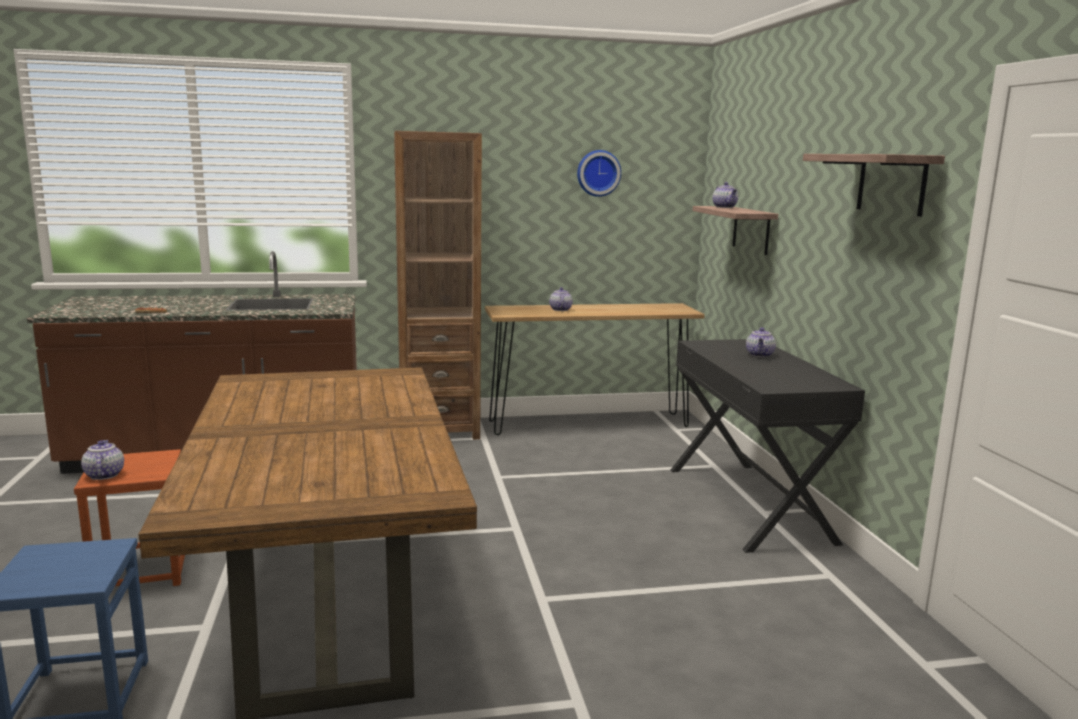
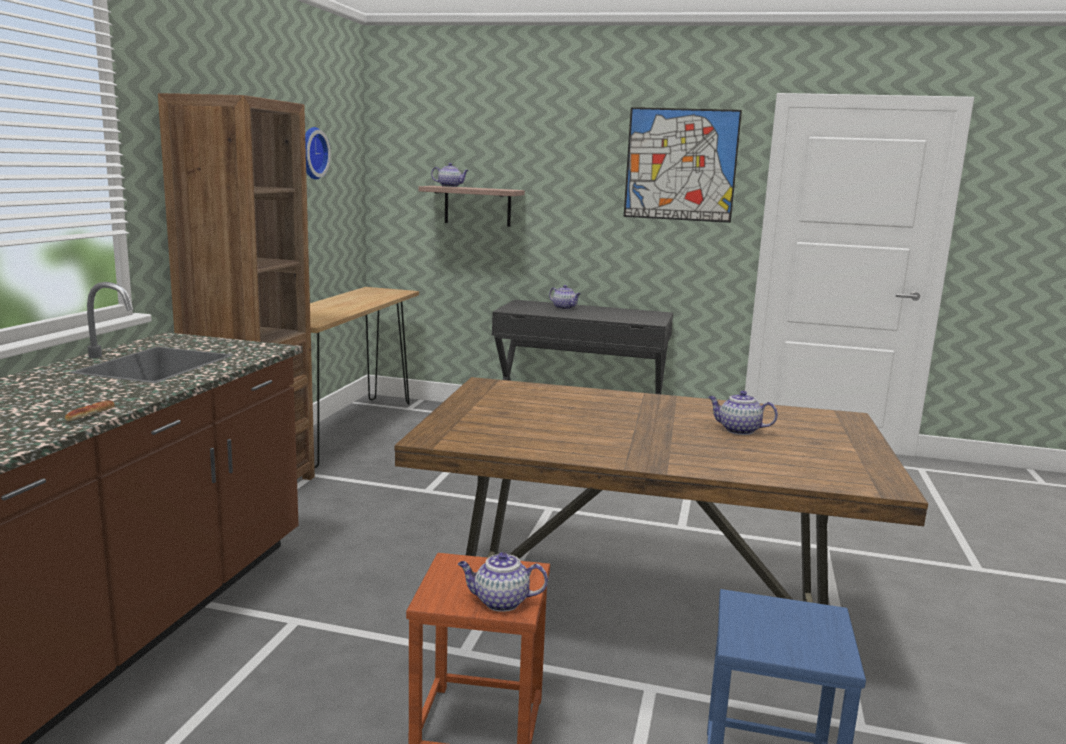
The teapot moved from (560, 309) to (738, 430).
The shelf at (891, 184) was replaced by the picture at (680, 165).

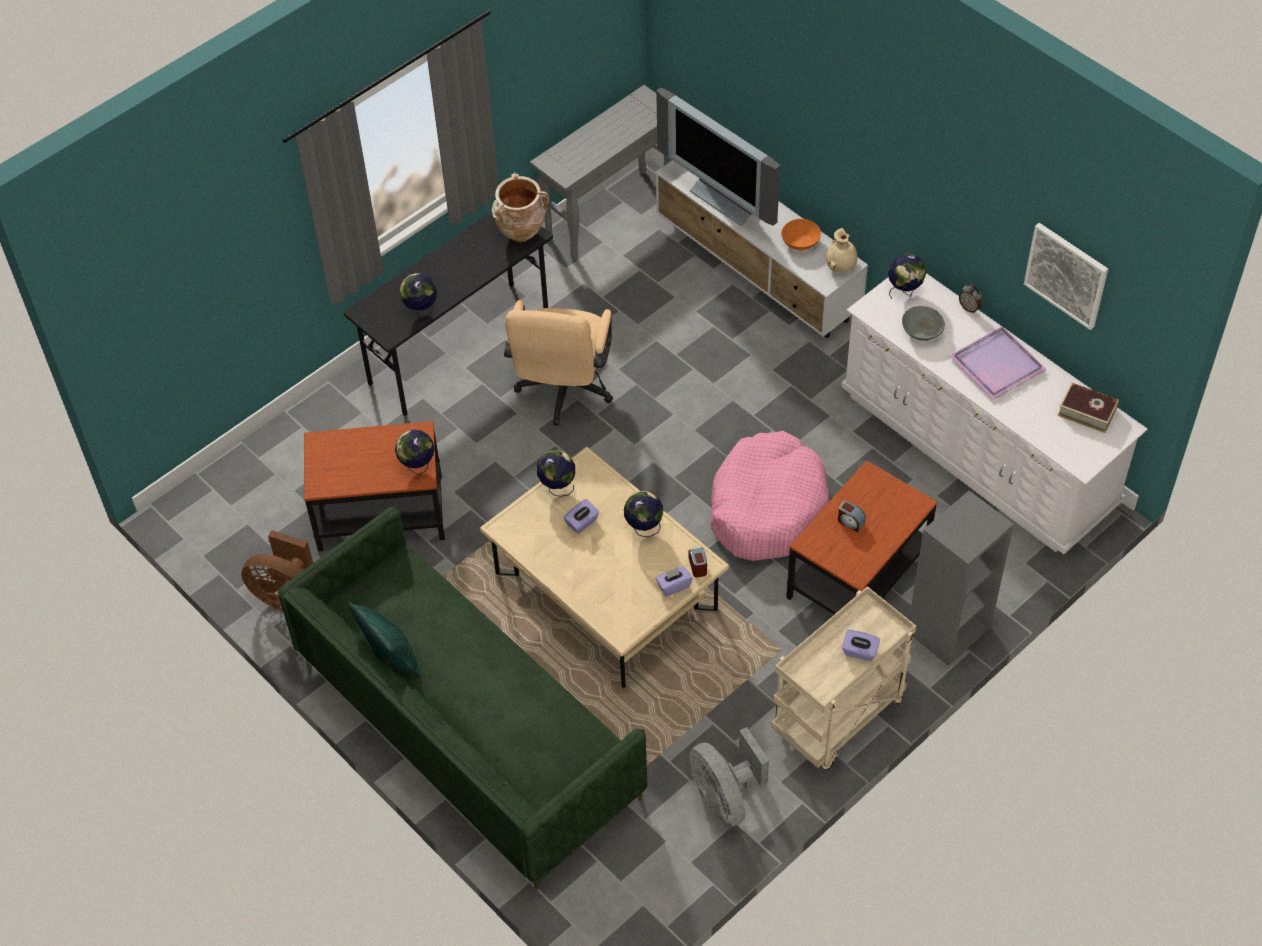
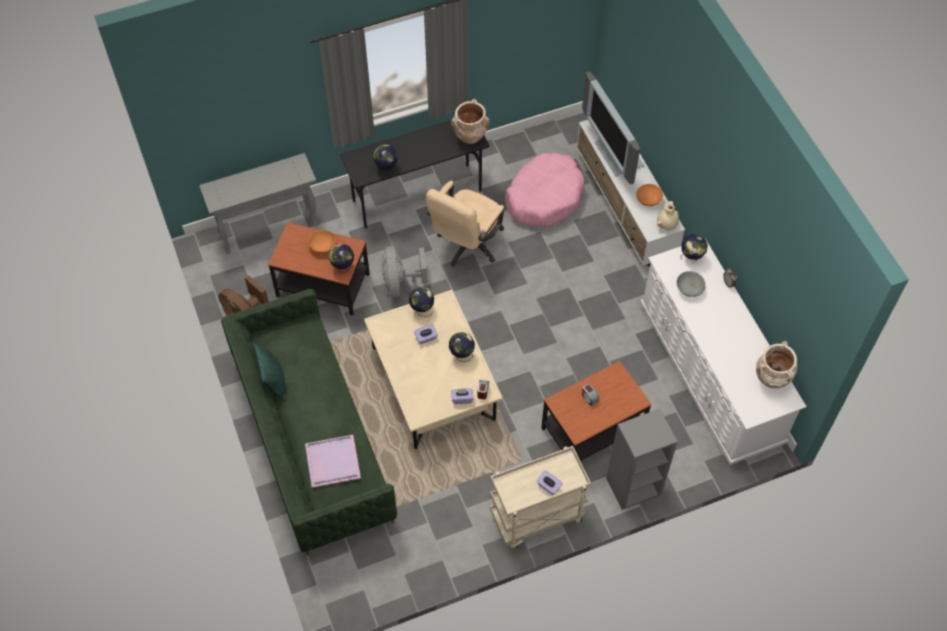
The picture at (1067, 275) disappeared.
The bowl/orange at (322, 246) appeared.
The console table/grey moved from (609, 213) to (269, 228).
The fan/grey moved from (725, 797) to (400, 283).
The dog bed/pink moved from (767, 507) to (544, 197).
The tray/purple moved from (995, 364) to (331, 461).
The book at (1087, 412) was replaced by the vase/beige at (771, 381).

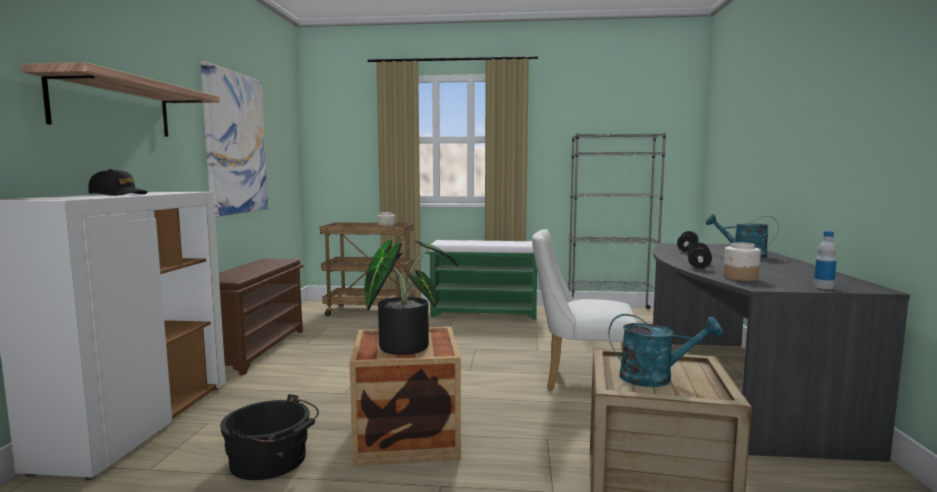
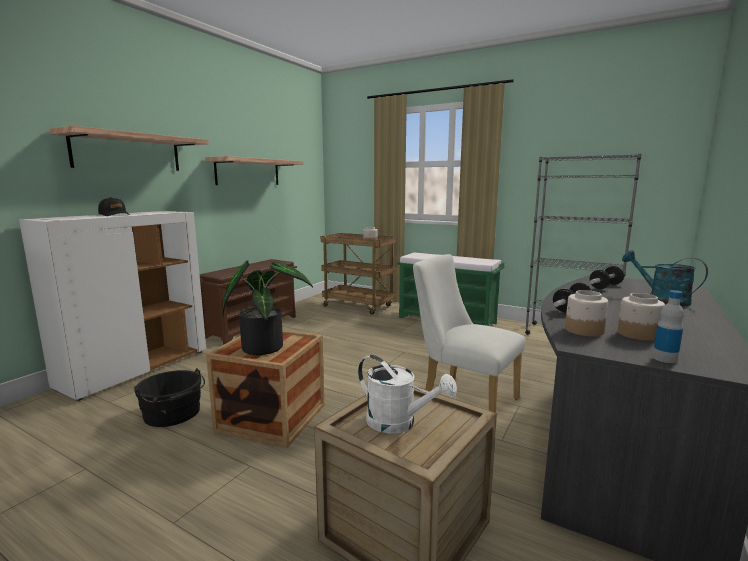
The jar at (637, 334) appeared.
The picture at (235, 143) was replaced by the shelf at (248, 172).
The watering can/turquoise at (655, 378) became the watering can/white at (399, 423).

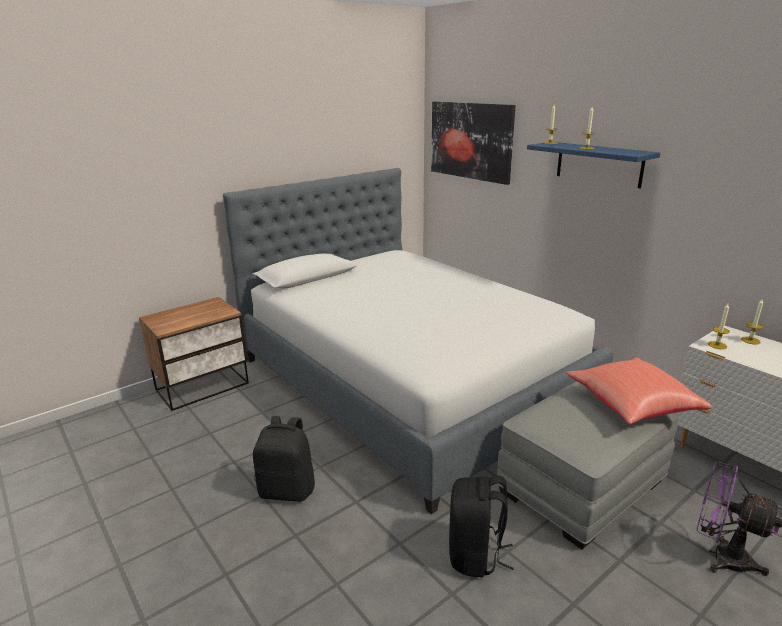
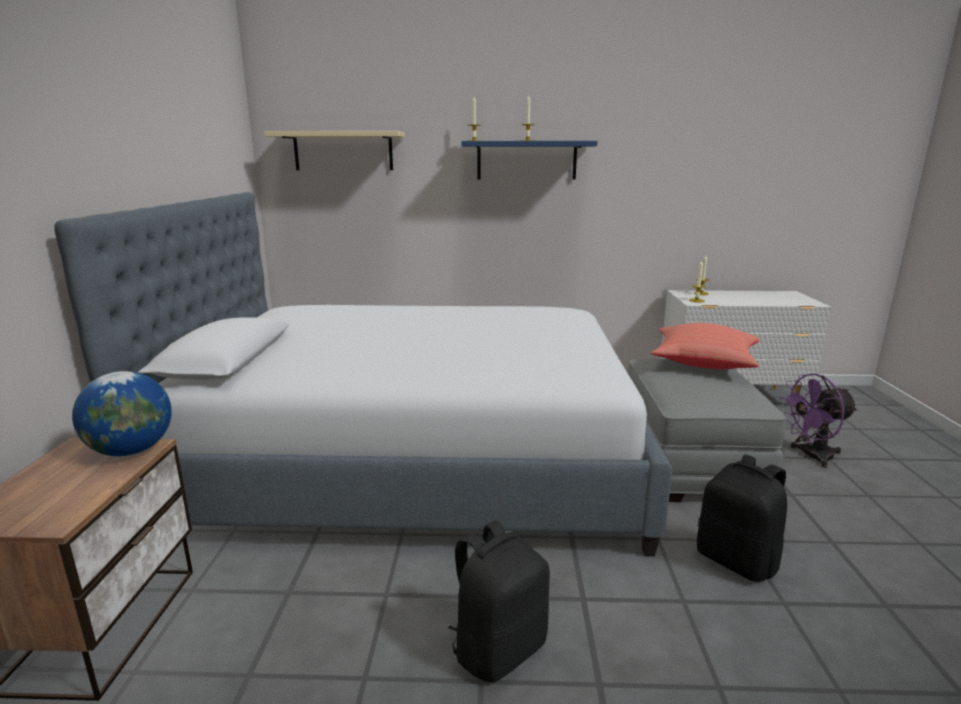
The globe at (131, 451) appeared.
The picture at (471, 141) was replaced by the shelf/beige at (343, 151).

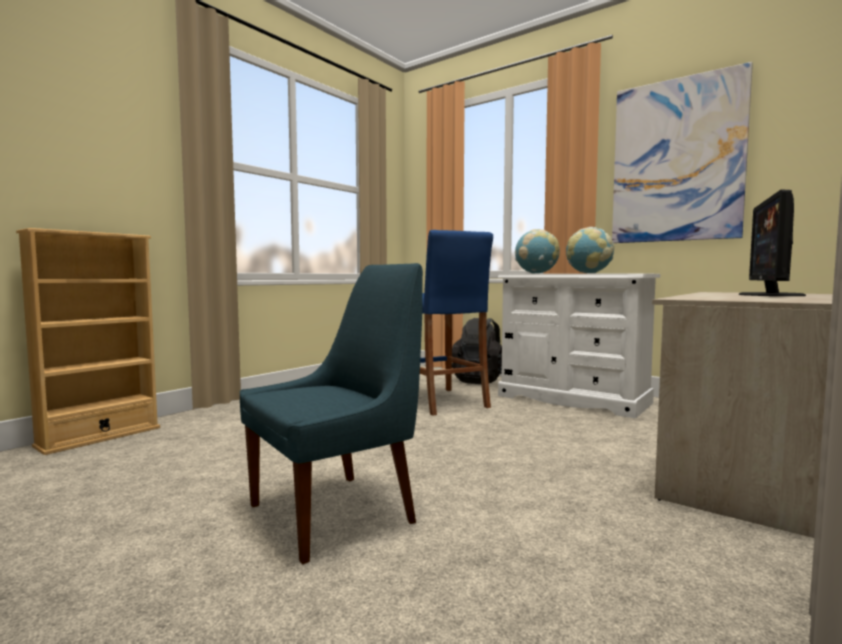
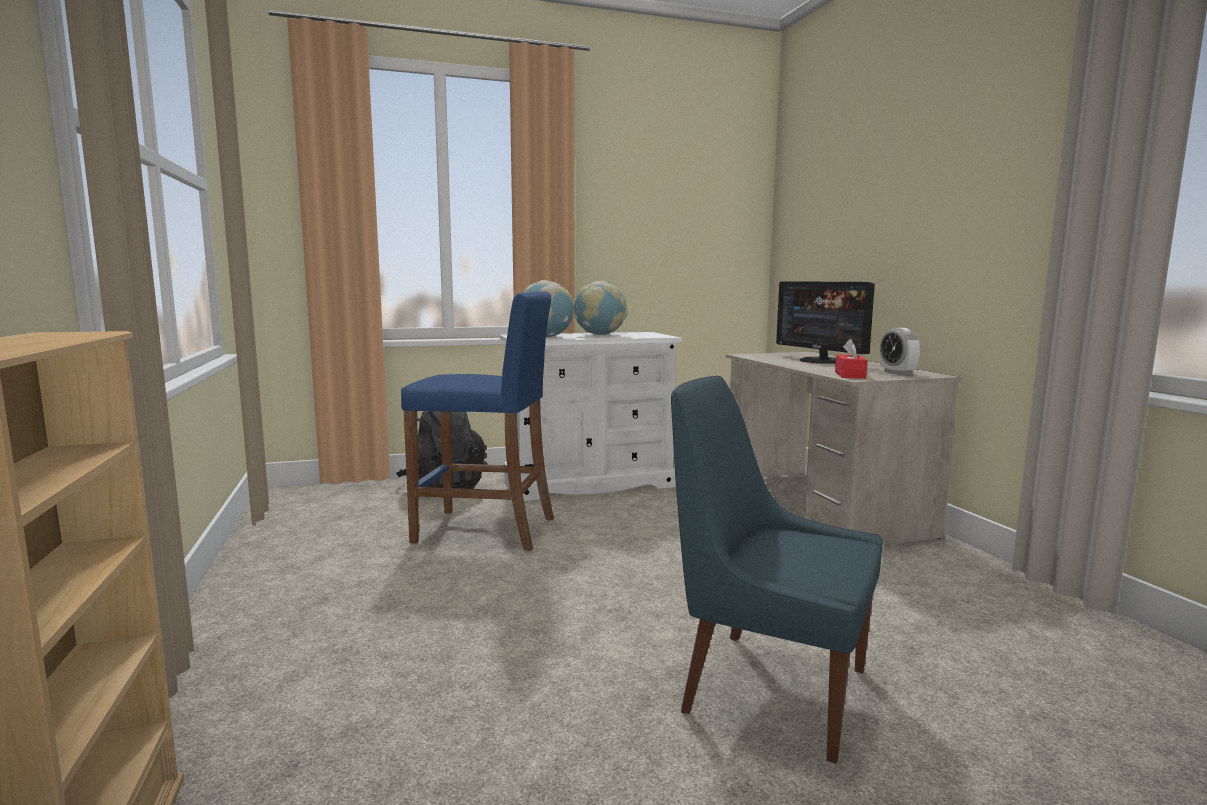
The picture at (676, 161) disappeared.
The tissue box/red at (850, 375) appeared.
The alarm clock at (897, 373) appeared.
The chair/blue at (337, 512) turned 60 degrees counterclockwise.

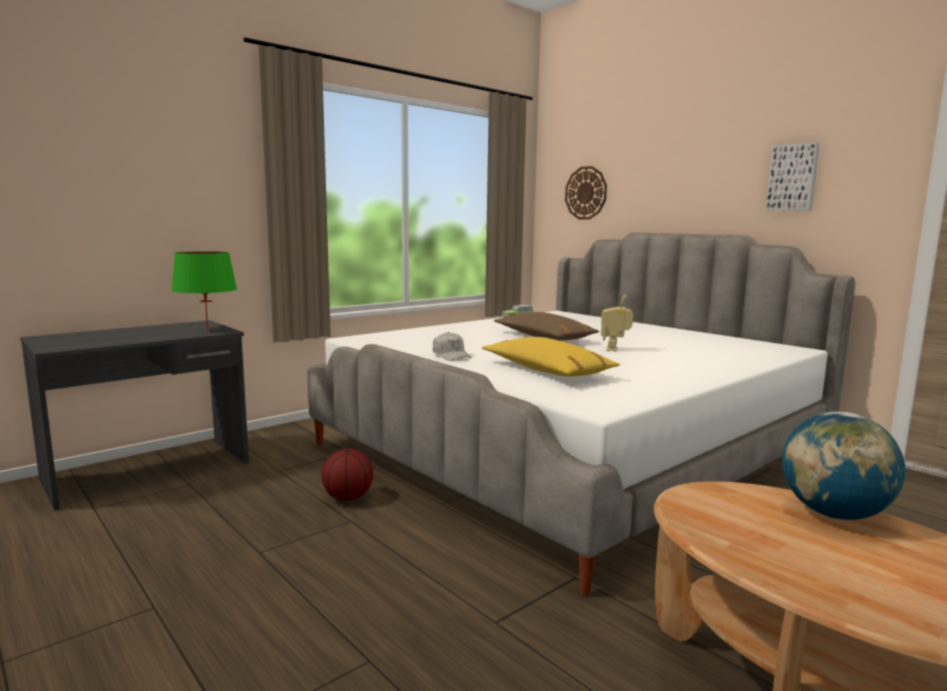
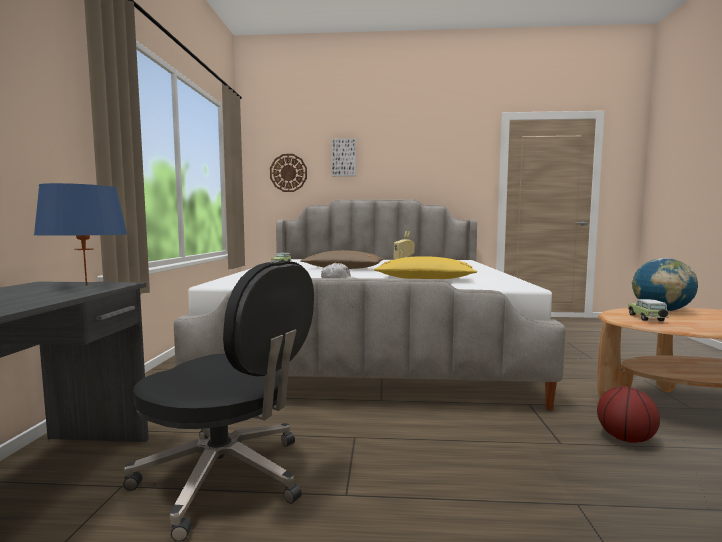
The office chair/black at (226, 477) appeared.
The toy car at (647, 318) appeared.
The basketball moved from (347, 498) to (626, 439).
The picture moved from (793, 178) to (344, 158).
The table lamp/green at (207, 329) became the table lamp/blue at (86, 285).

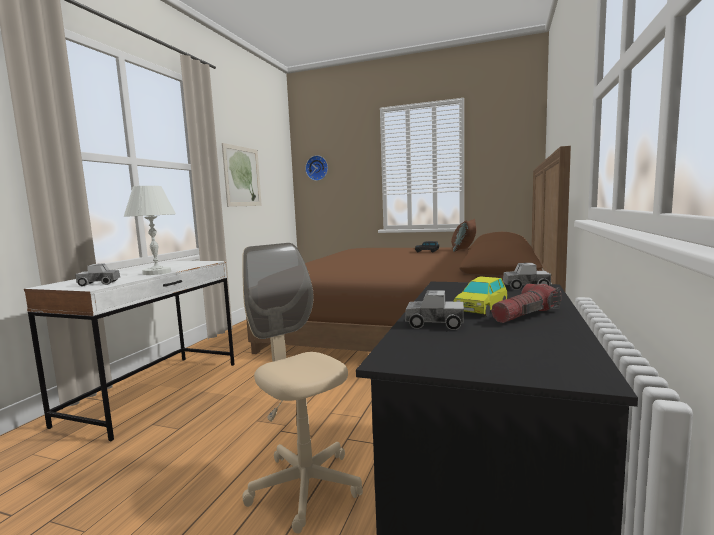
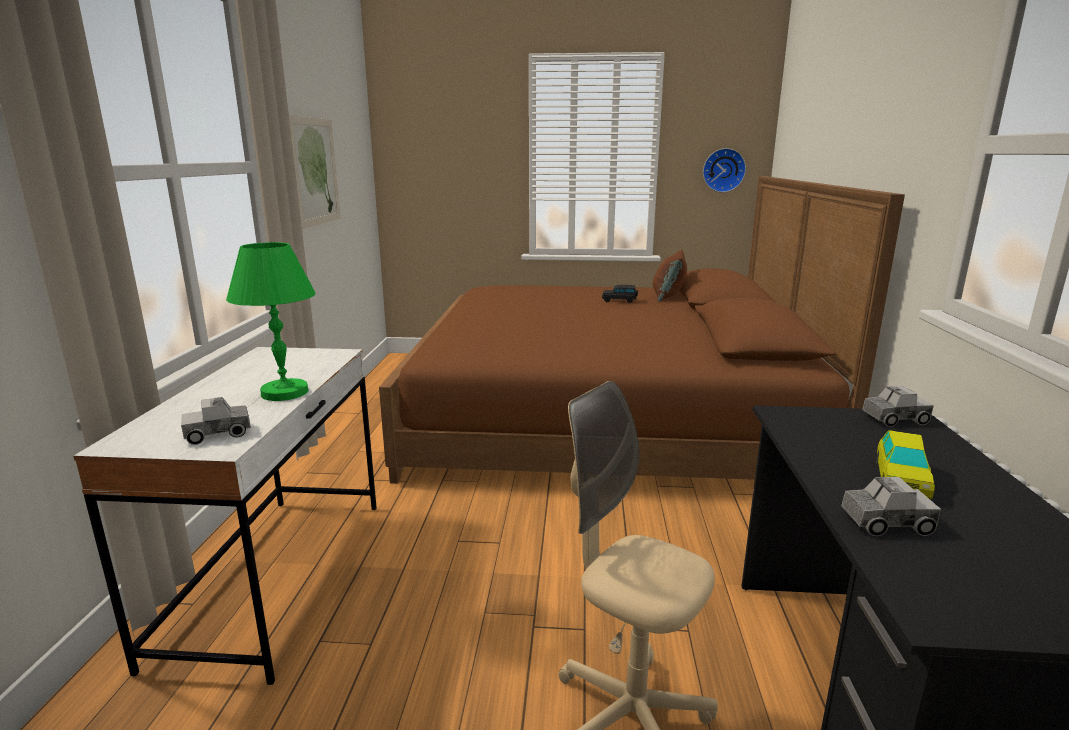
The flashlight at (525, 315) disappeared.
The wall clock moved from (317, 168) to (723, 170).
The table lamp/white at (157, 273) became the table lamp/green at (285, 392).

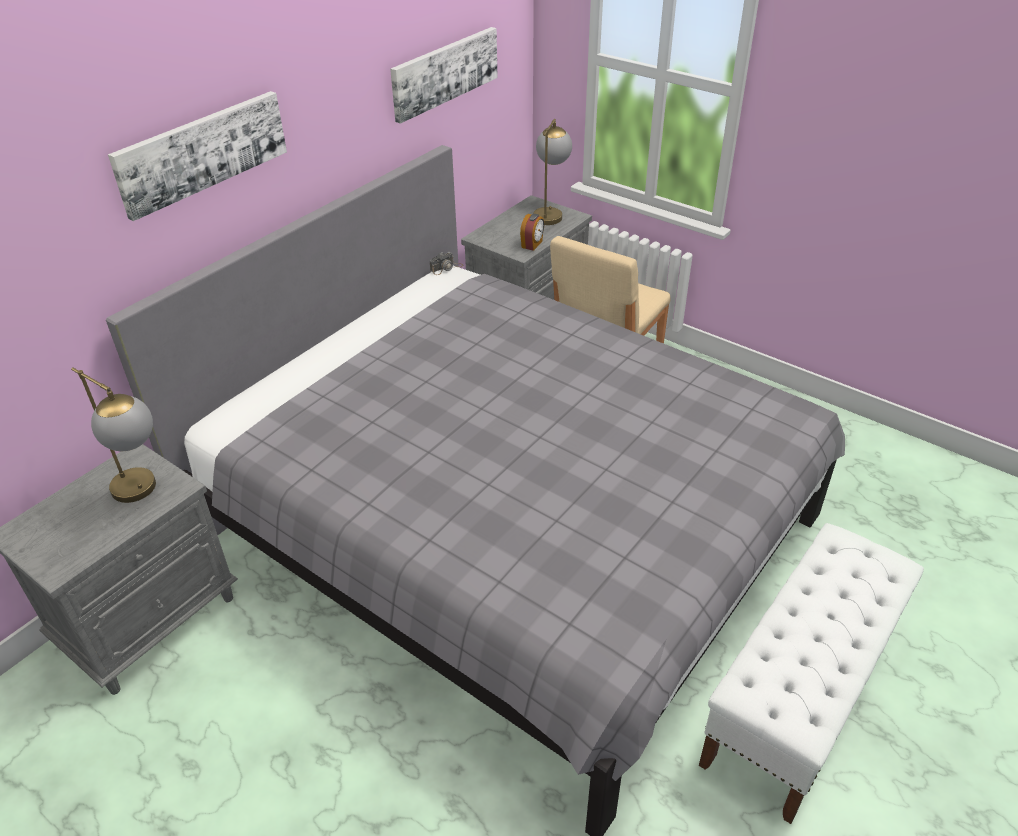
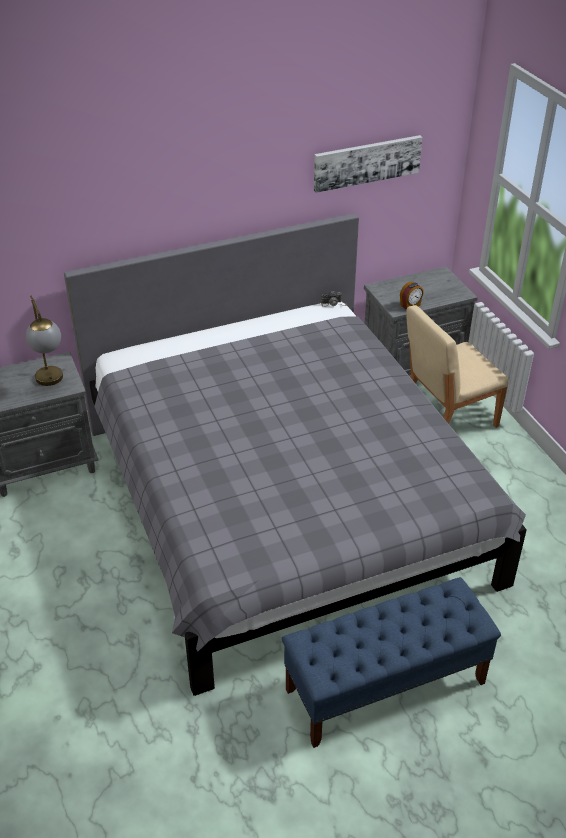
The picture at (202, 152) disappeared.
The table lamp at (550, 213) disappeared.
The bench/white at (799, 696) became the bench/blue at (386, 686).

